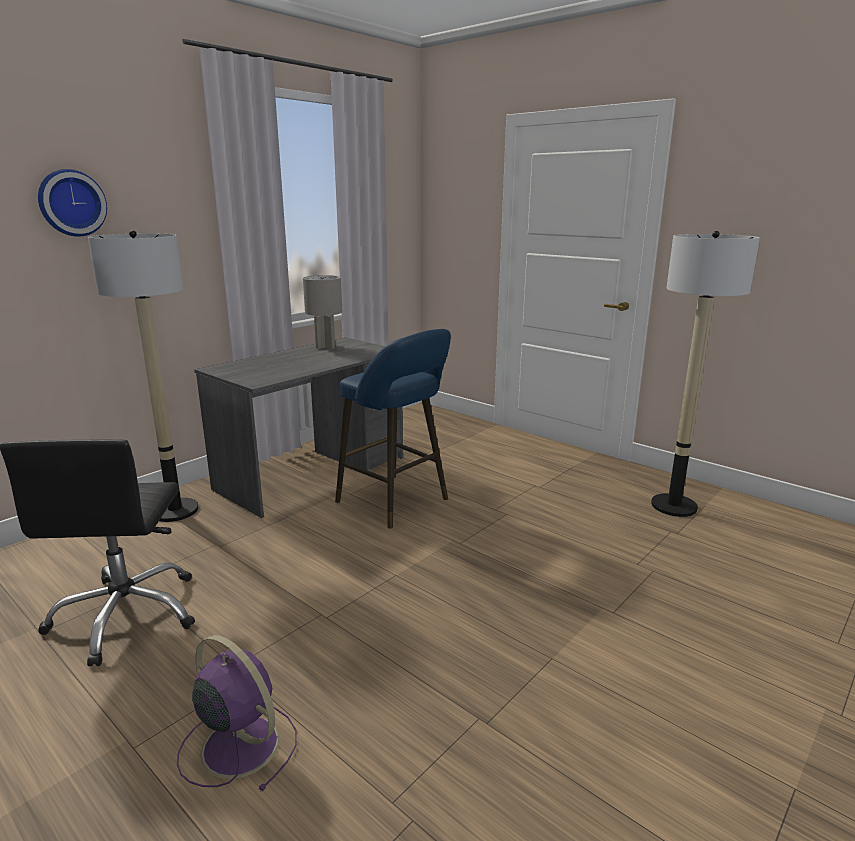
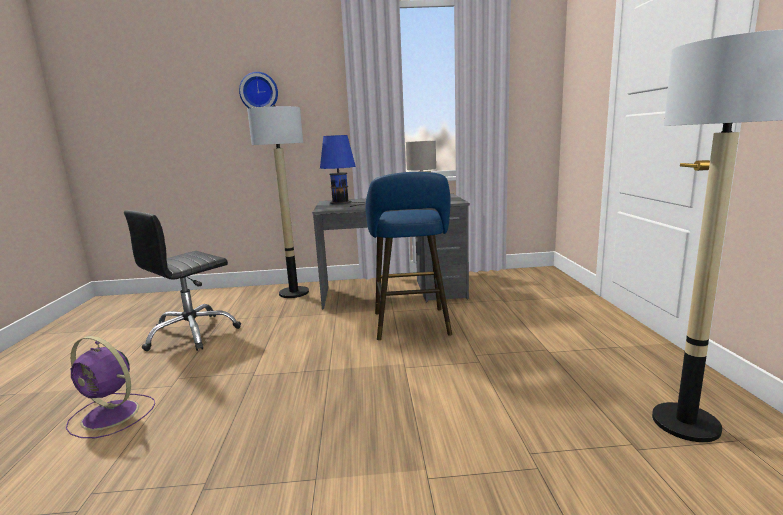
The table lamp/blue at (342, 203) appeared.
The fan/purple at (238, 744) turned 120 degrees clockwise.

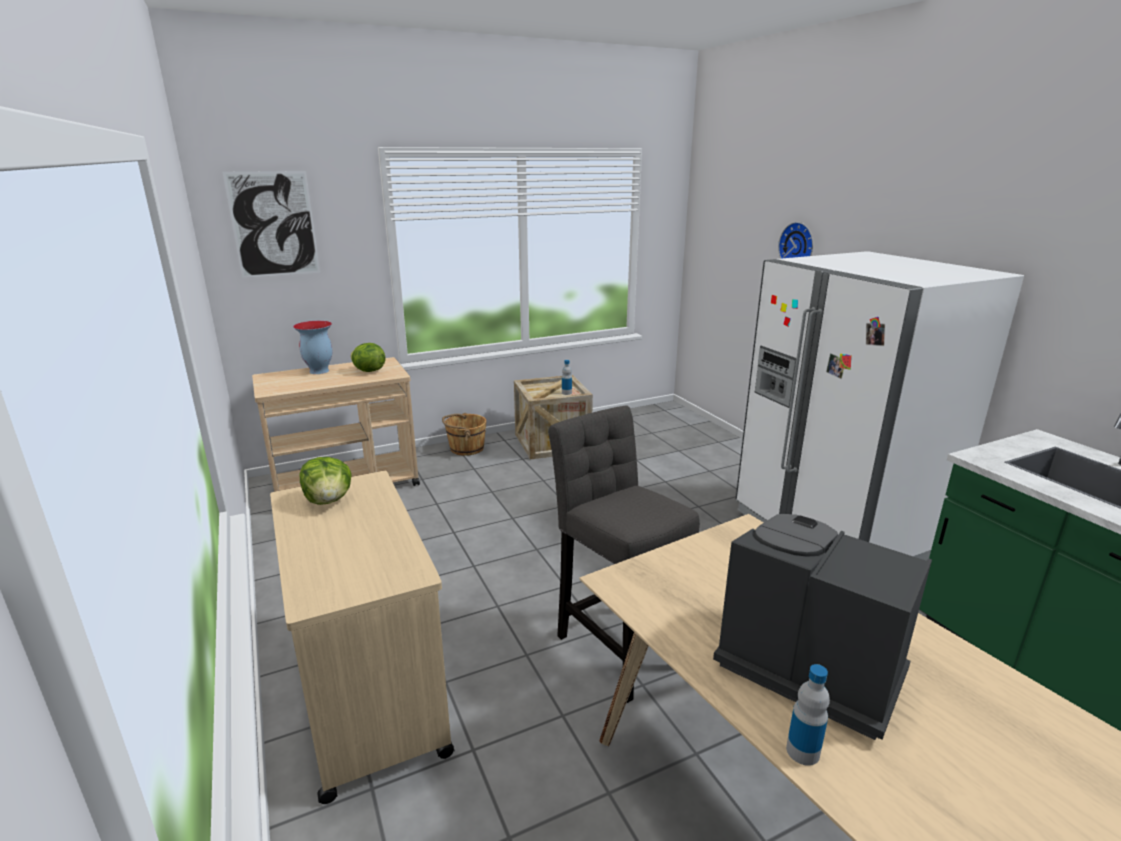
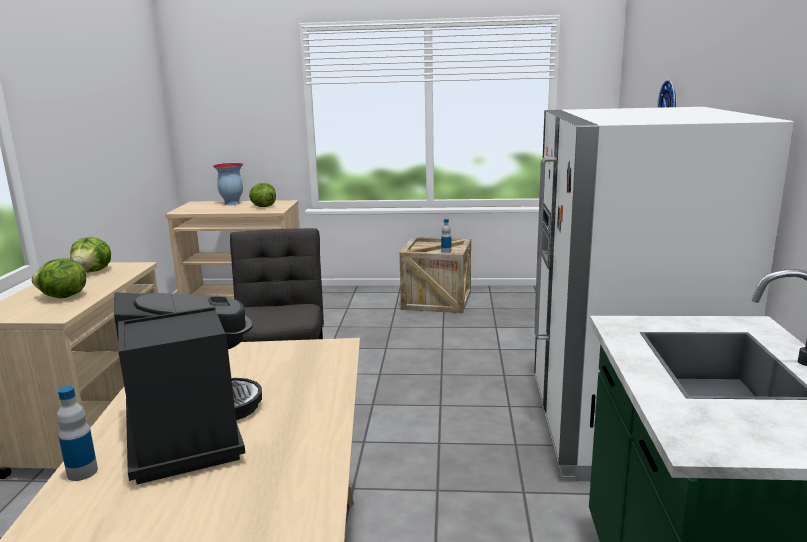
The picture at (273, 224) disappeared.
The bucket/brown at (466, 448) disappeared.
The lettuce at (63, 297) appeared.

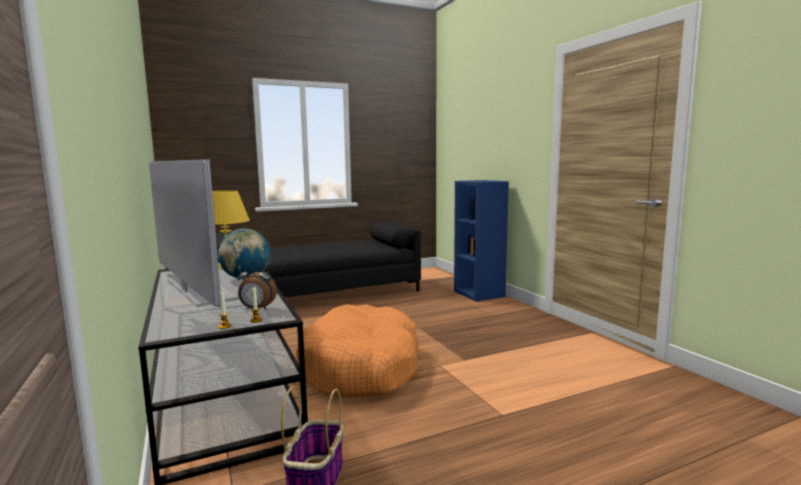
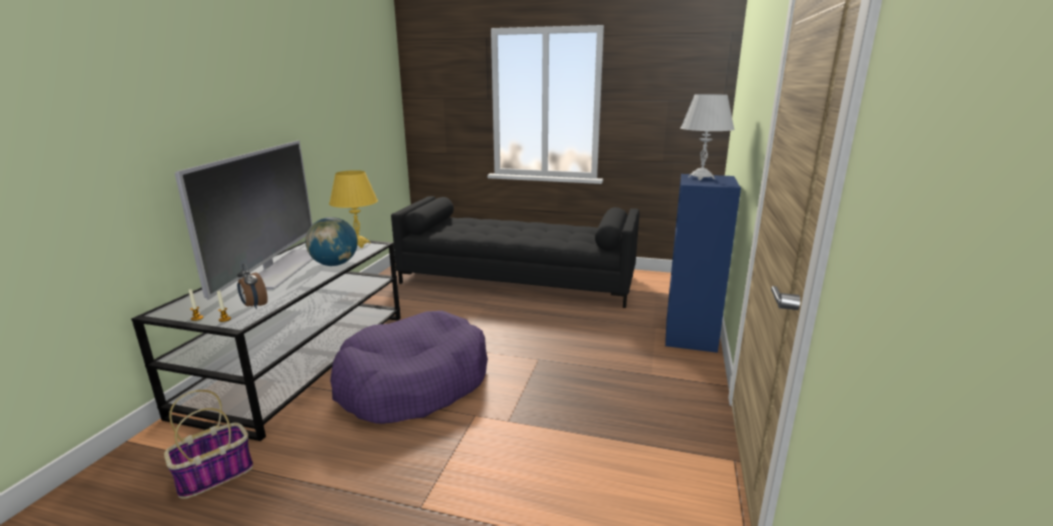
The table lamp/white at (701, 178) appeared.
The dog bed/orange at (361, 367) became the dog bed/purple at (413, 383).

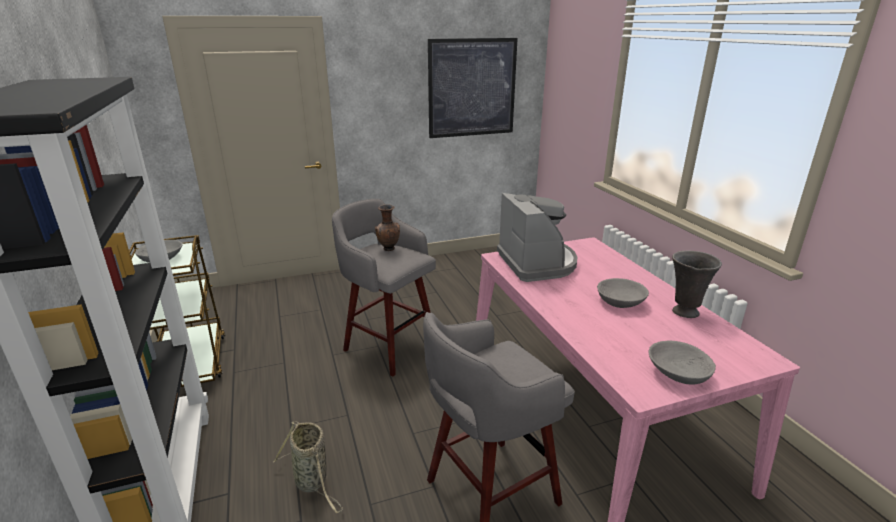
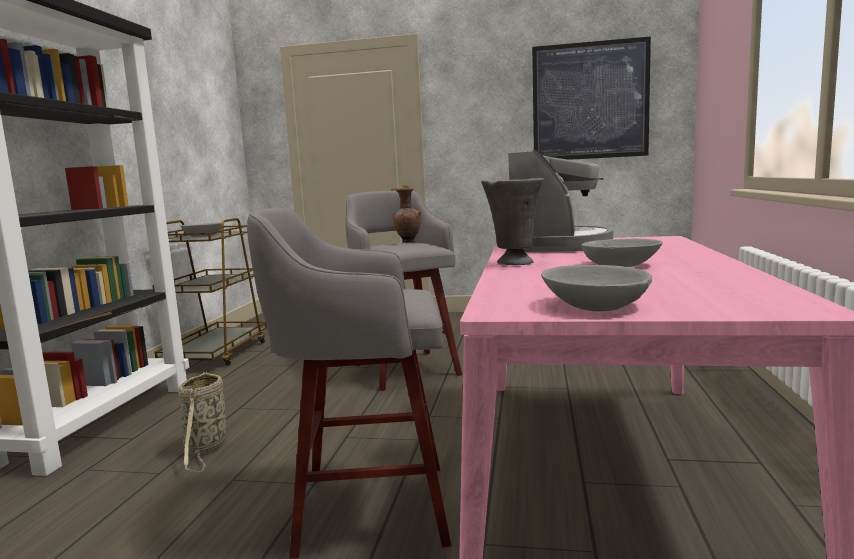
The vase/grey moved from (684, 312) to (513, 263).

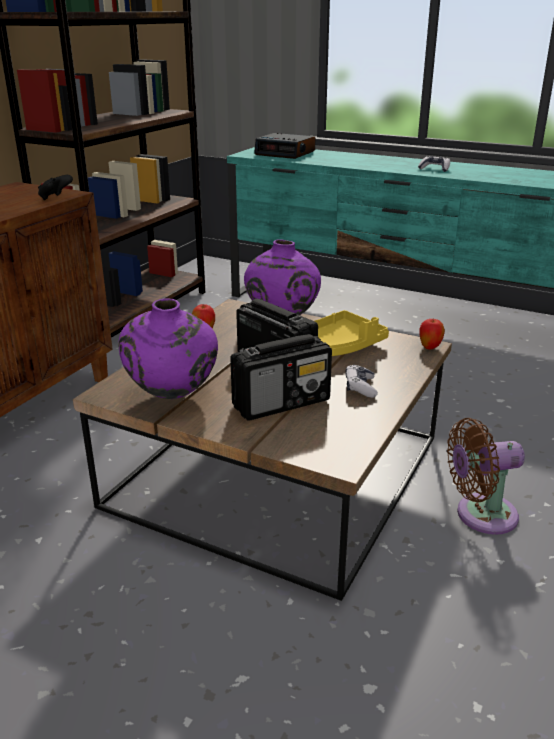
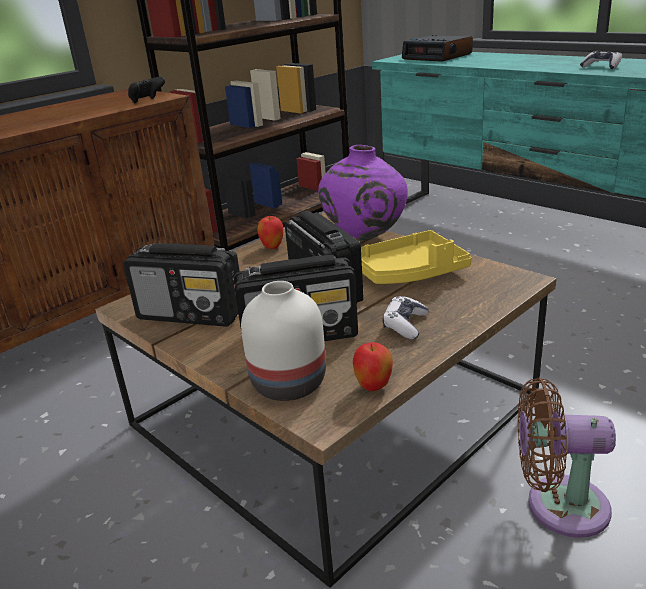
The vase/white at (288, 385) appeared.
The apple moved from (430, 347) to (373, 387).
The vase/purple at (173, 396) was replaced by the radio at (192, 315).

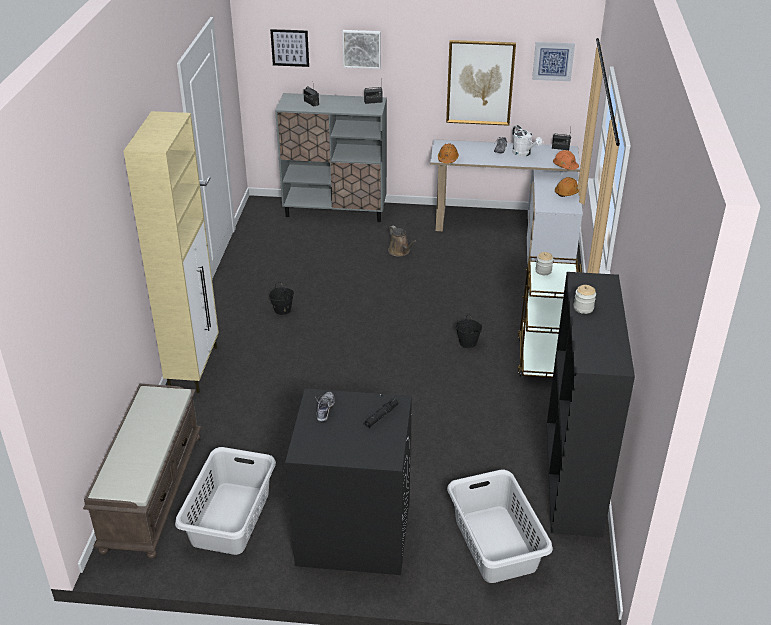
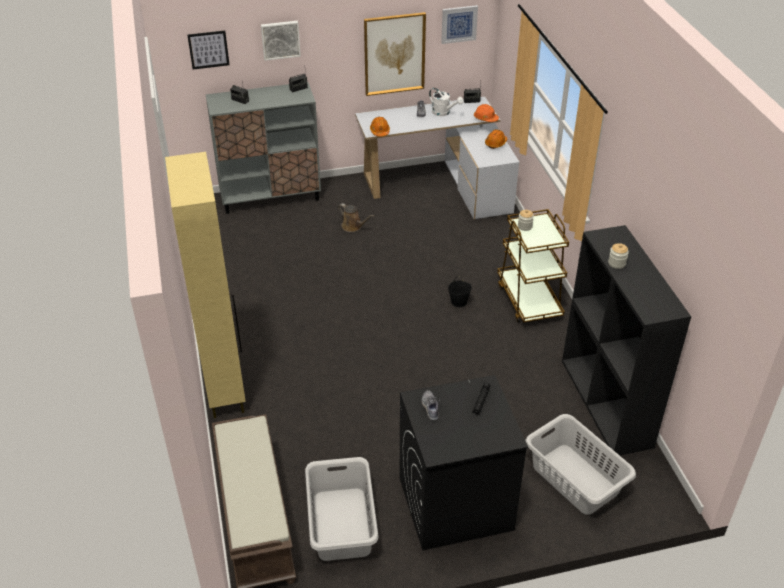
The bucket/black at (282, 310) disappeared.

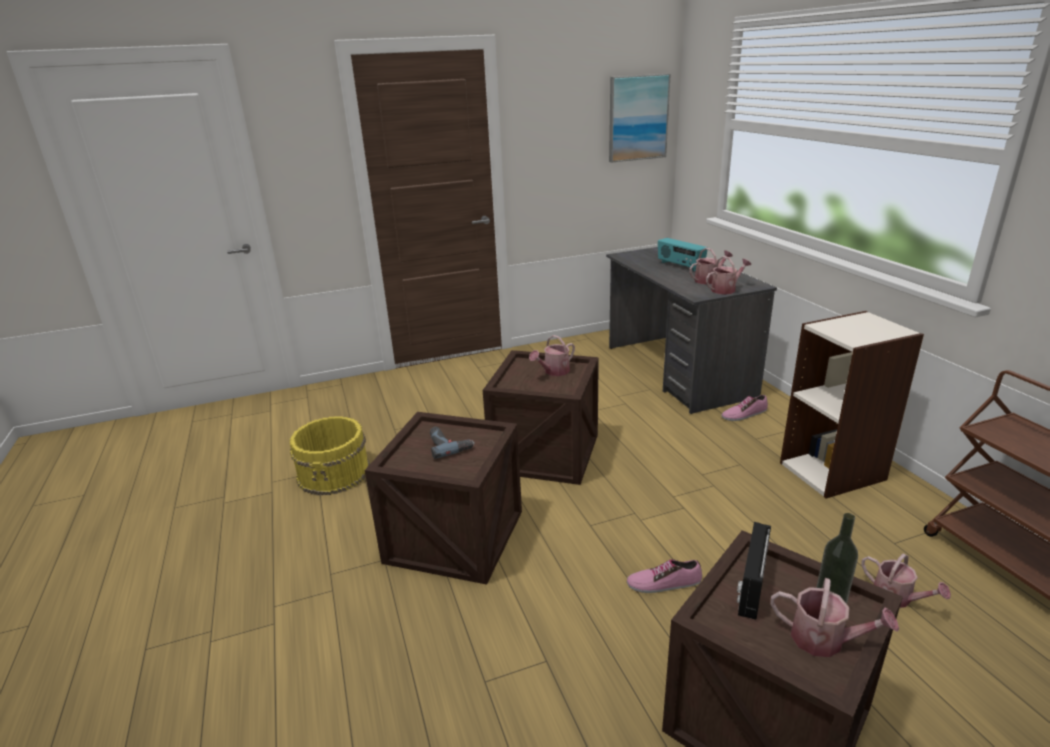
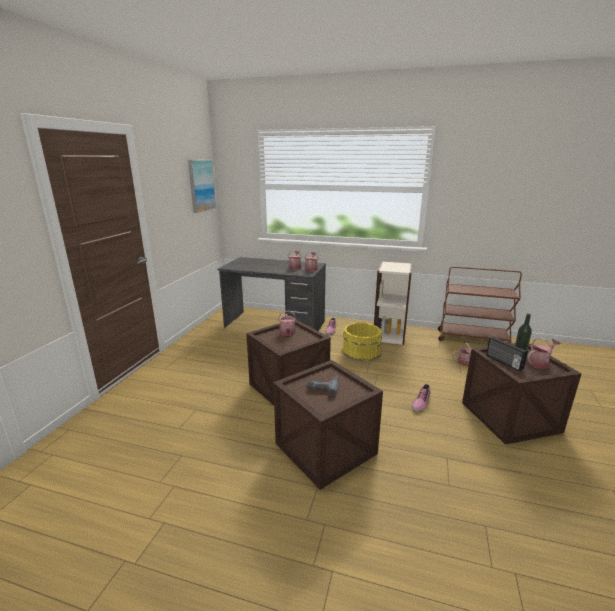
The radio at (680, 266) disappeared.
The bucket/yellow moved from (335, 473) to (361, 351).

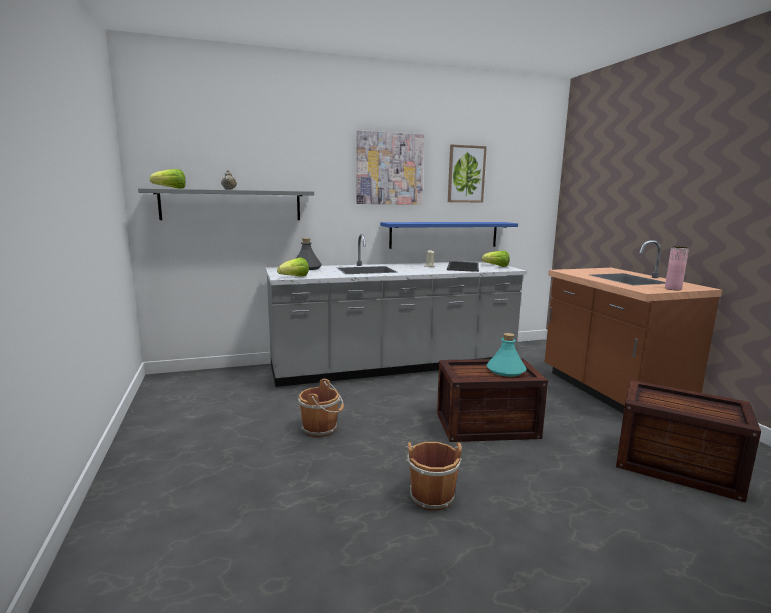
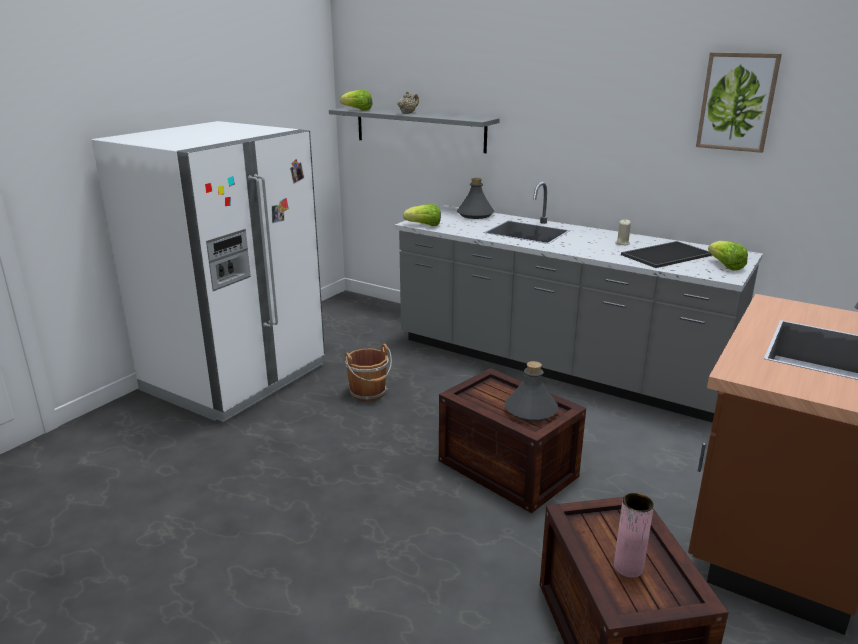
The picture at (389, 169) disappeared.
The shelf/blue at (444, 234) disappeared.
The bucket/brown at (431, 495) disappeared.
The fridge/white at (236, 378) appeared.
The vase/pink moved from (673, 289) to (628, 567).
The bottle/turquoise at (506, 370) became the bottle/grey at (531, 410).

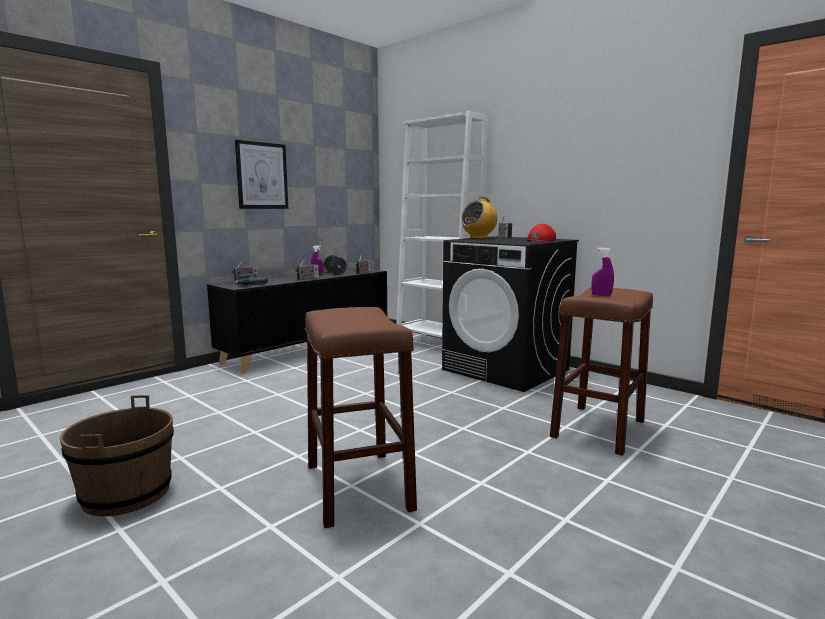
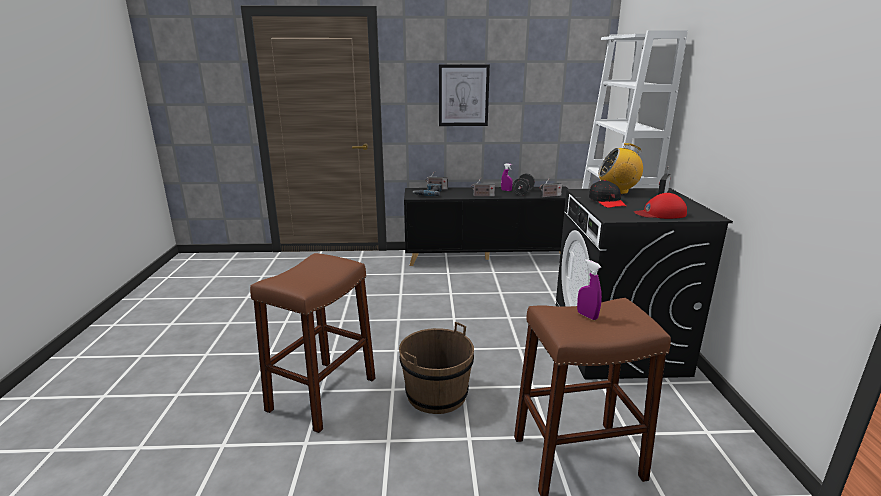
The cap/black at (607, 202) appeared.
The bucket/brown moved from (127, 494) to (437, 394).

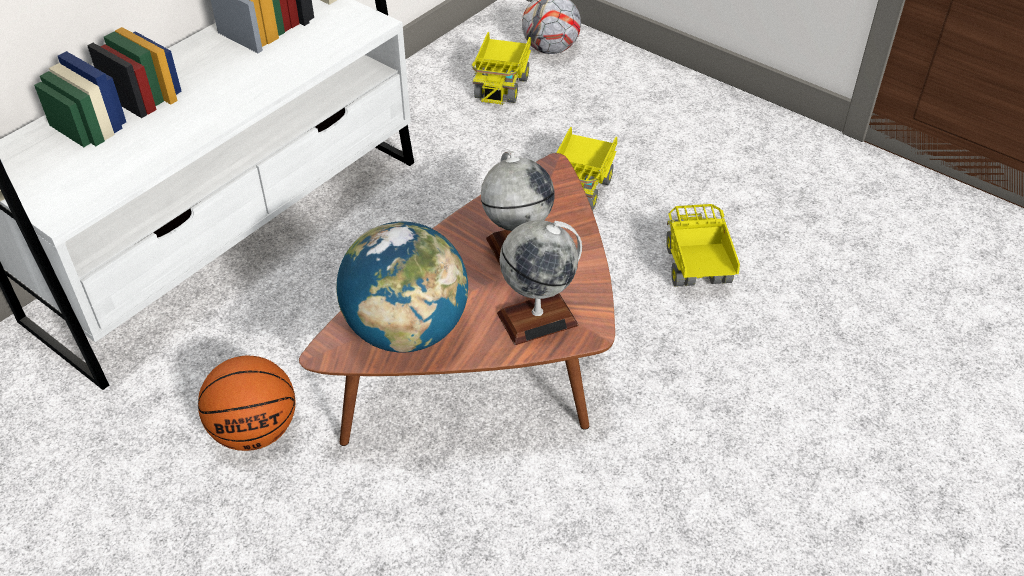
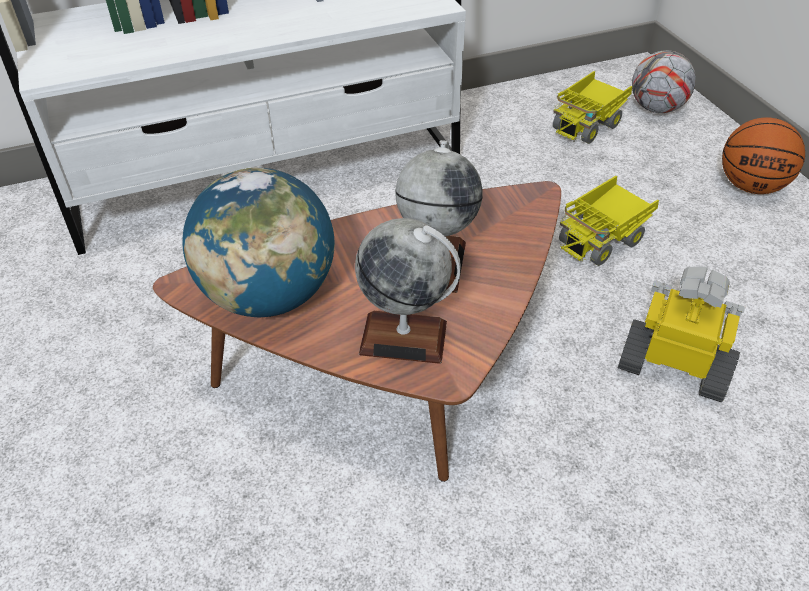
The basketball moved from (255, 431) to (750, 186).
The toy truck at (696, 269) was replaced by the toy robot at (673, 366).

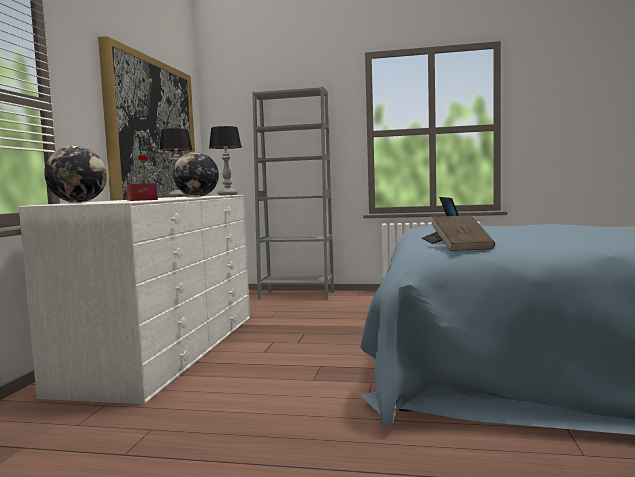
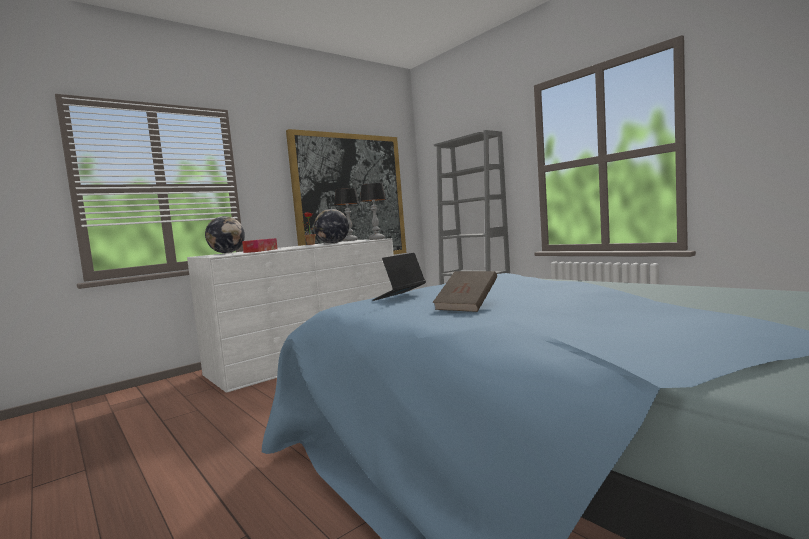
The book/brown moved from (462, 247) to (467, 306).

